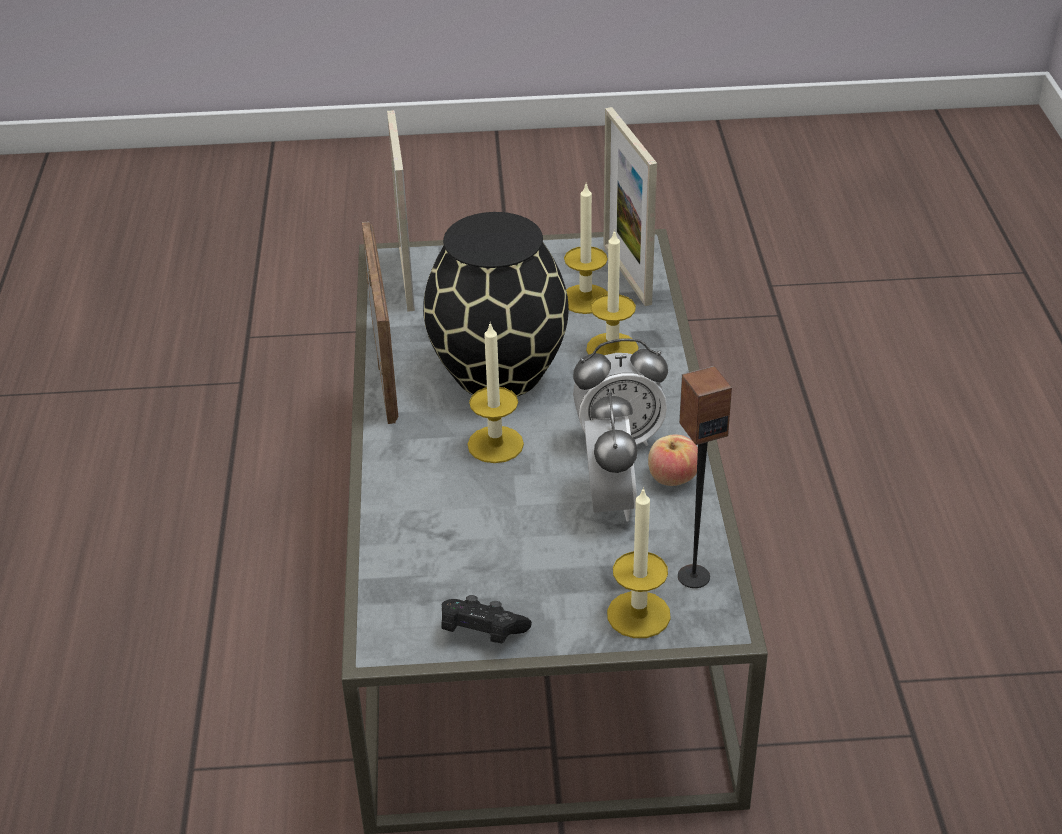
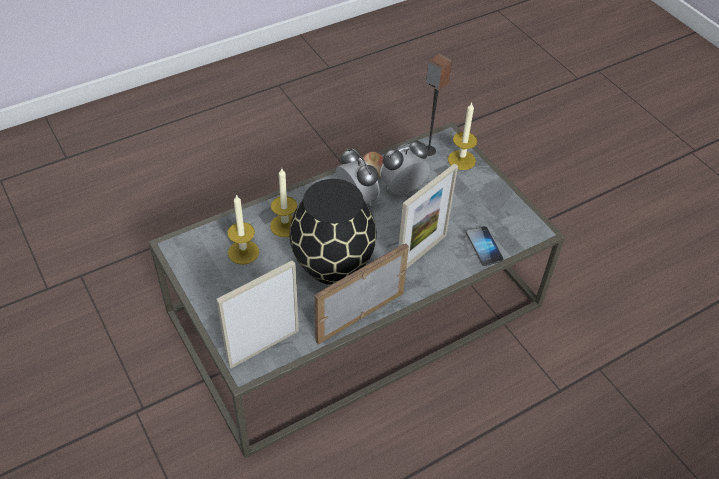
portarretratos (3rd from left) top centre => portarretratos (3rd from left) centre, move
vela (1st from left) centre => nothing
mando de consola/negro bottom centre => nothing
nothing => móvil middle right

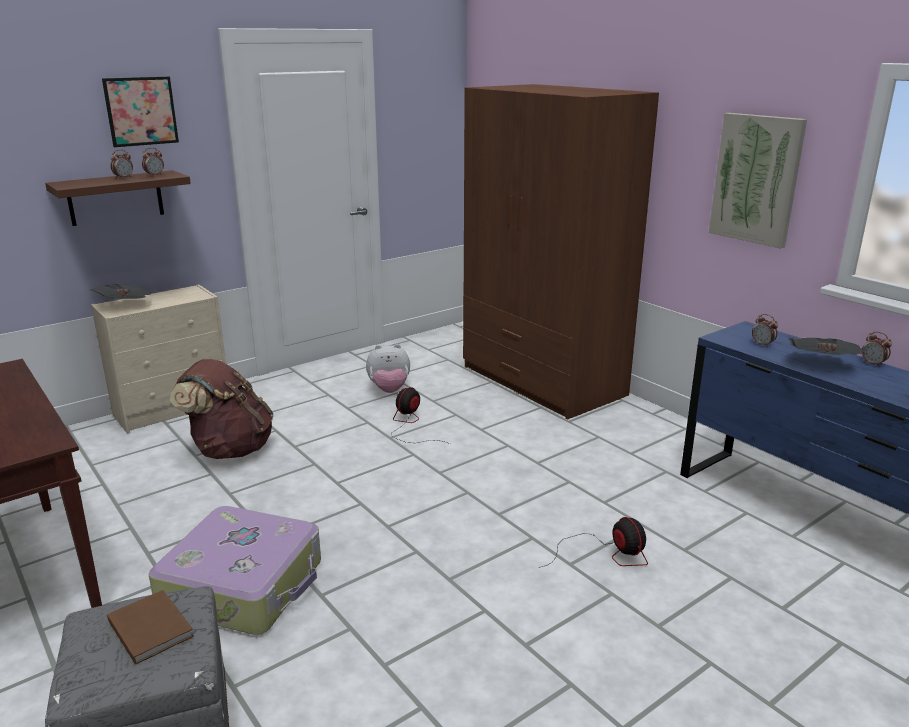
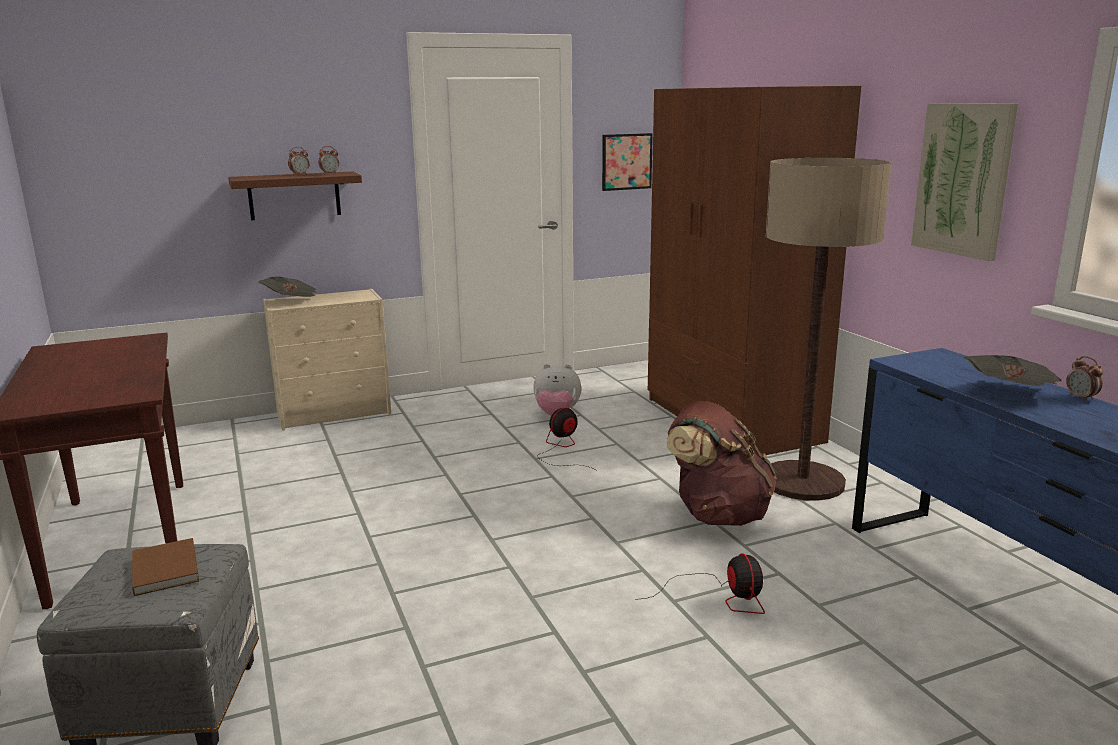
cuadro (1st from left) top left => cuadro (1st from left) top centre, move
despertador (3rd from left) middle right => nothing
mochila/marrón middle left => mochila/marrón centre, move
maleta bottom left => nothing
nothing => lámpara de pie middle right

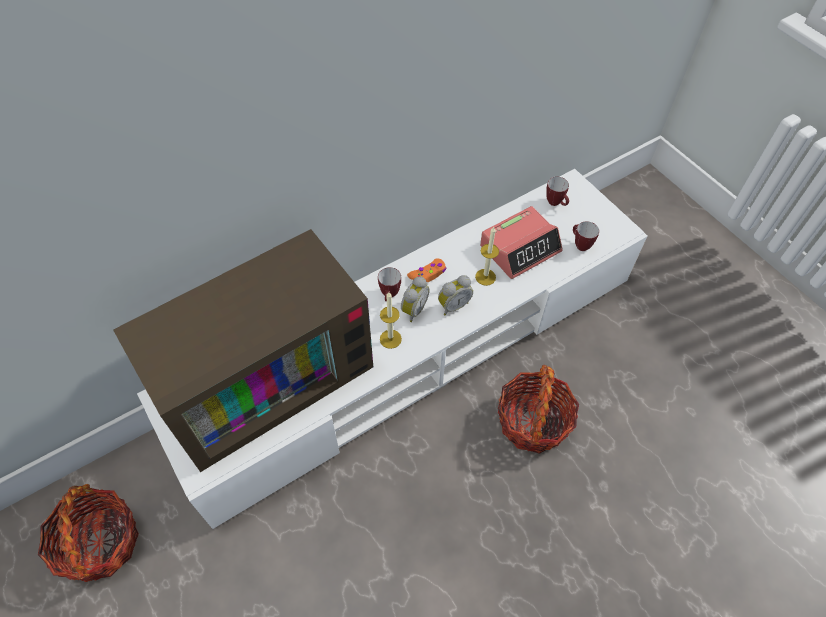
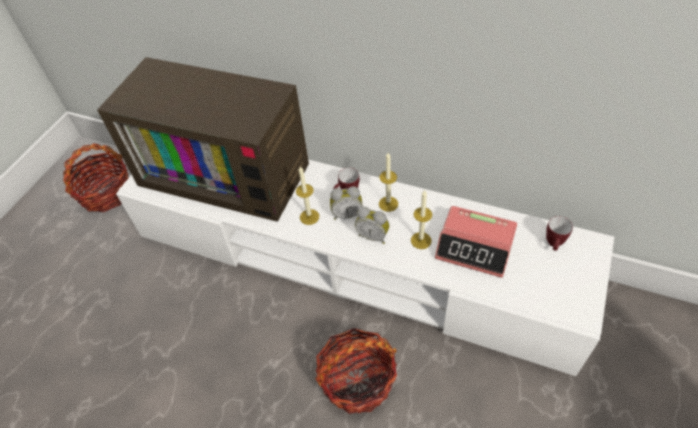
taza grande (3rd from left) middle right => nothing
mando de consola/naranja centre => vela (2nd from left) centre

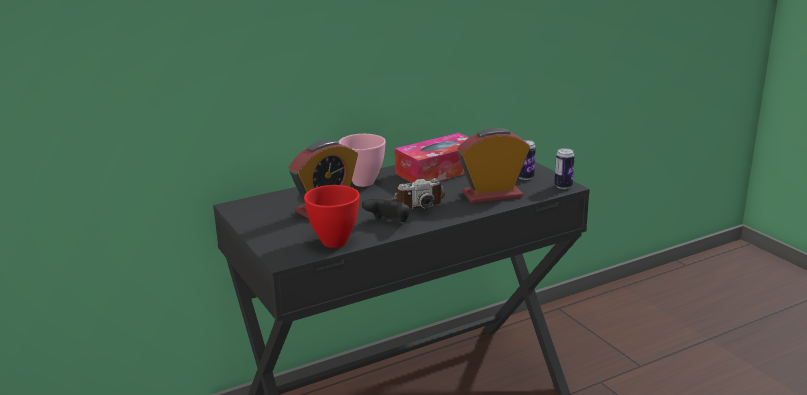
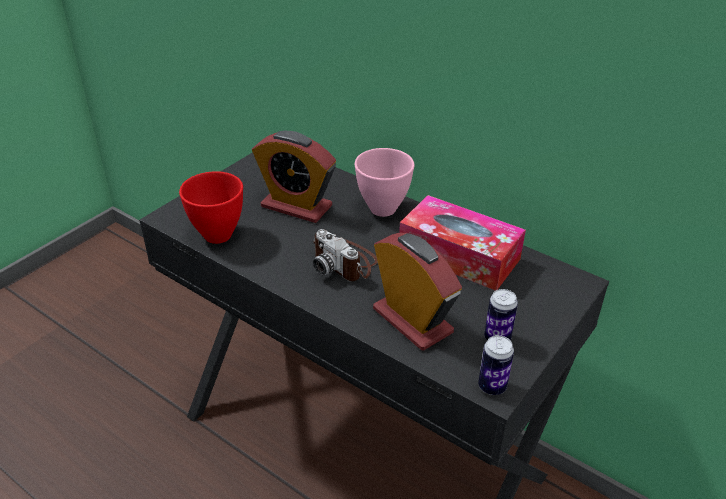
mando de consola/negro centre => nothing

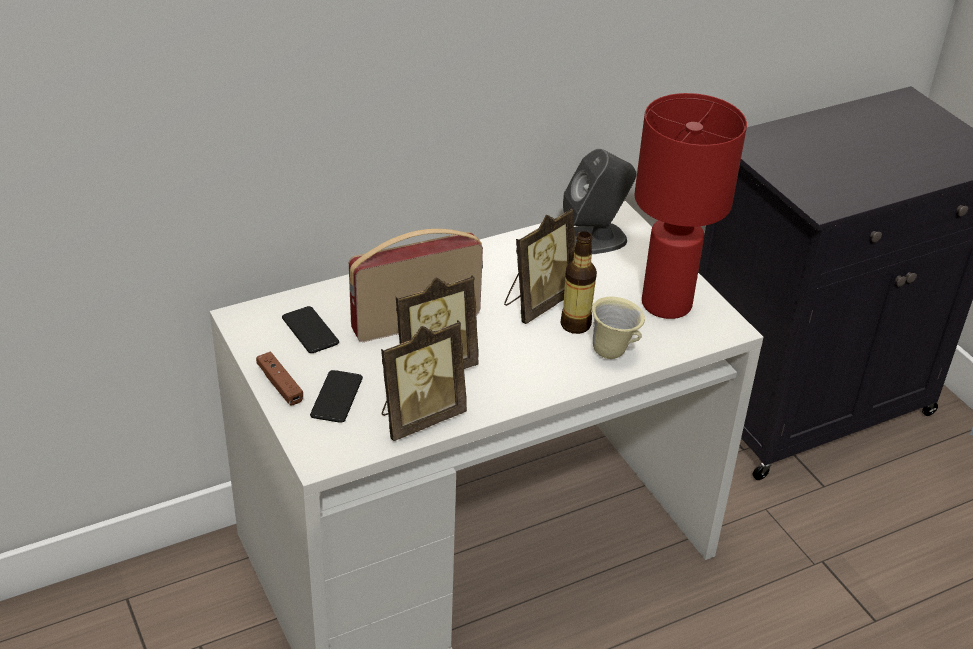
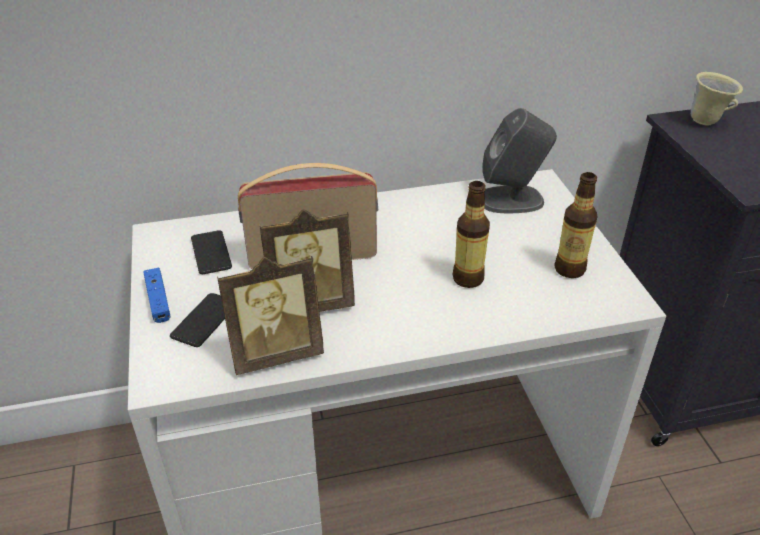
lámpara de mesa/rojo top right => botella (2nd from left) middle right
portarretratos (3rd from left) centre => nothing
taza grande/beis centre => taza grande/beis top right, move
mando de consola/marrón middle left => mando de consola/azul middle left

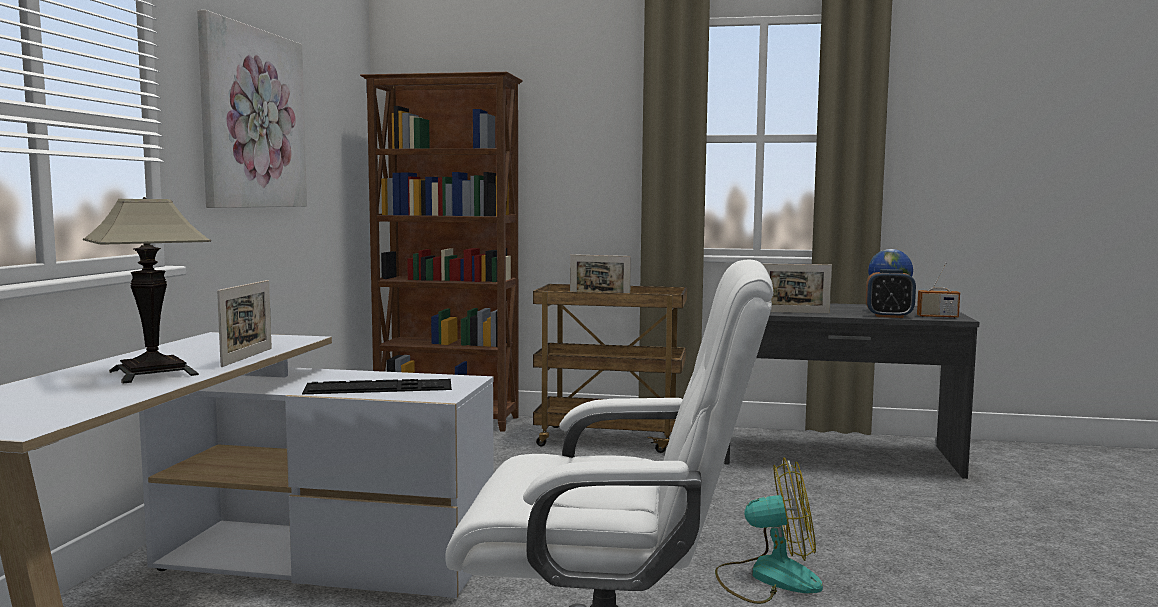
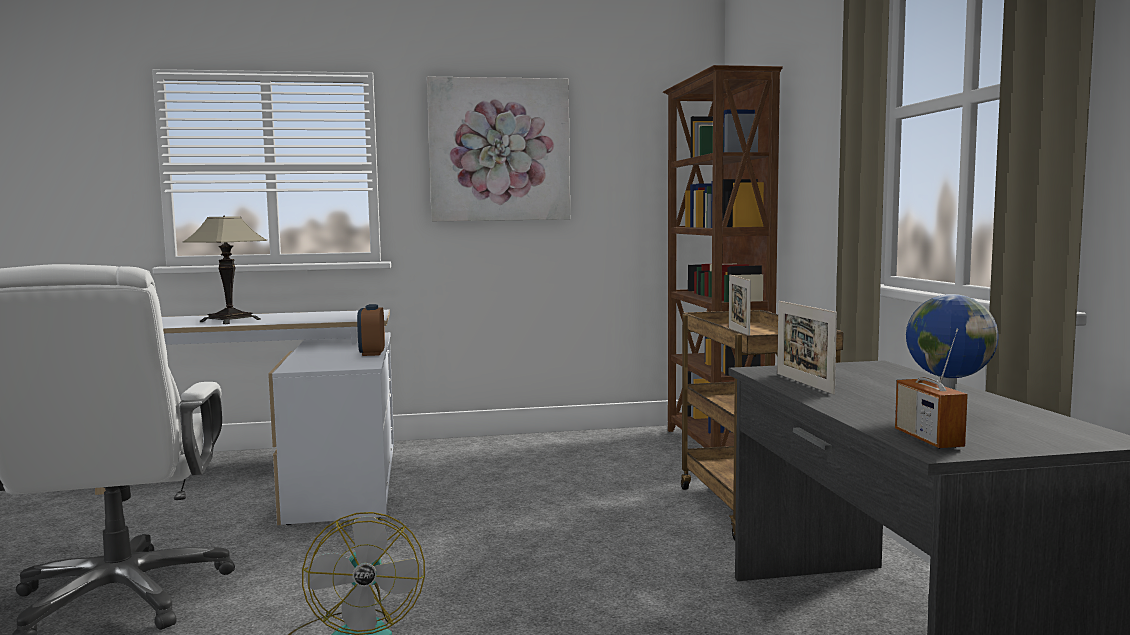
despertador middle right => despertador middle left, move
portarretratos (1st from left) middle left => nothing
teclado middle left => nothing

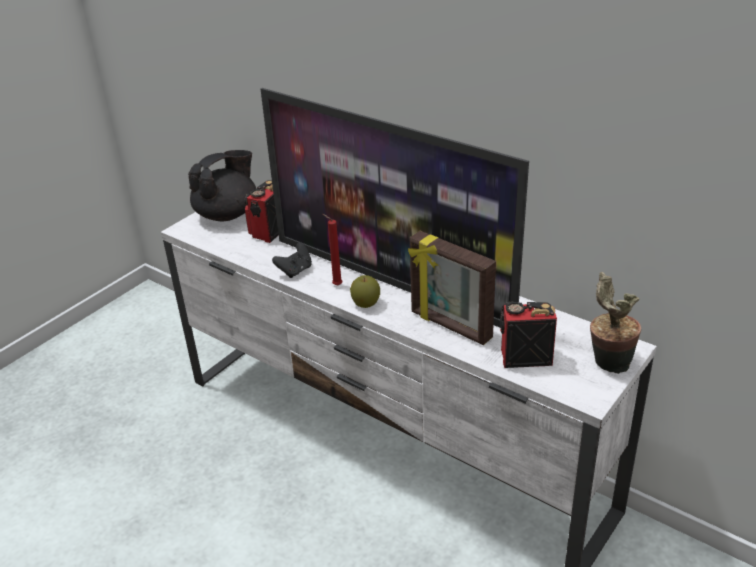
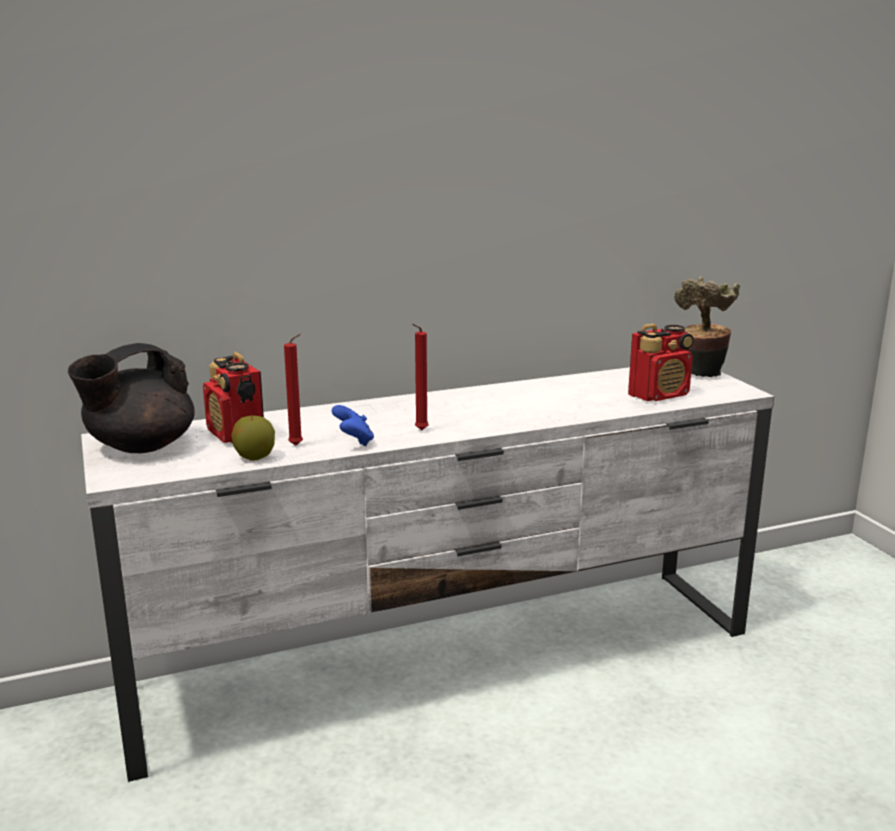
televisor centre => nothing
tetera/negro top left => tetera/negro middle left, 120 degrees counterclockwise
portarretratos centre => nothing
mando de consola/negro centre => mando de consola/azul centre
manzana centre => manzana middle left, move
radio (2nd from left) middle right, 150 degrees counterclockwise
nothing => vela/rojo (1st from left) middle left

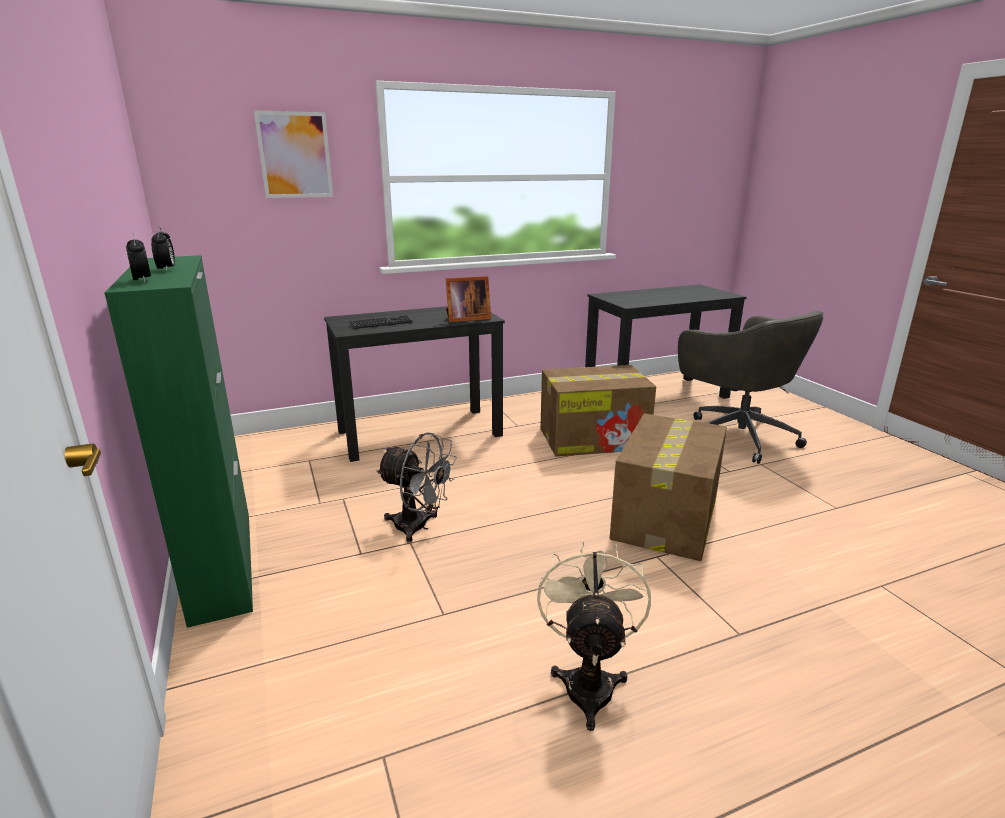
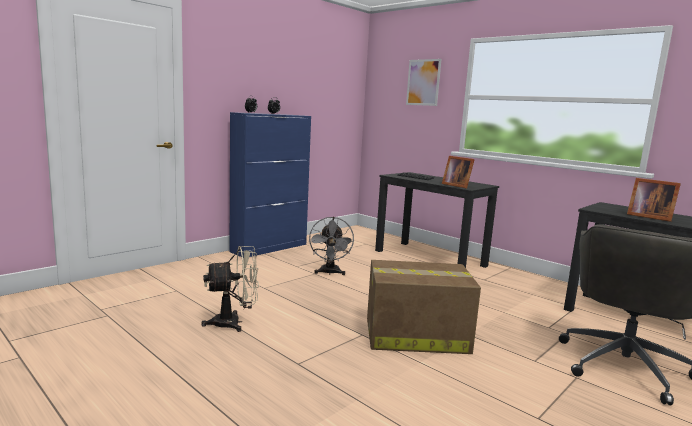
armario/verde middle left => armario/azul centre
caja de cartón (1st from left) centre => nothing
nothing => portarretratos (2nd from left) middle right

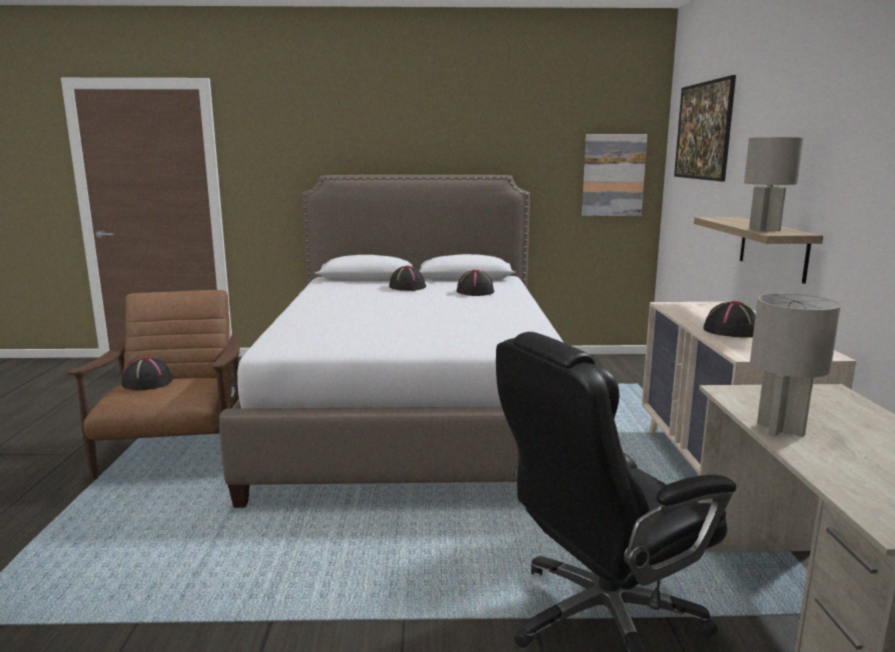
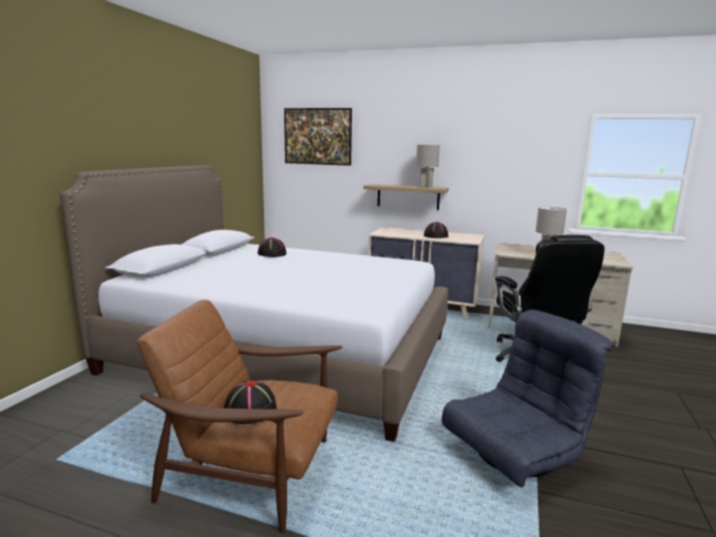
cuadro (1st from left) top right => nothing
sombrero/negro (2nd from left) centre => nothing
nothing => sillón/gris bottom right

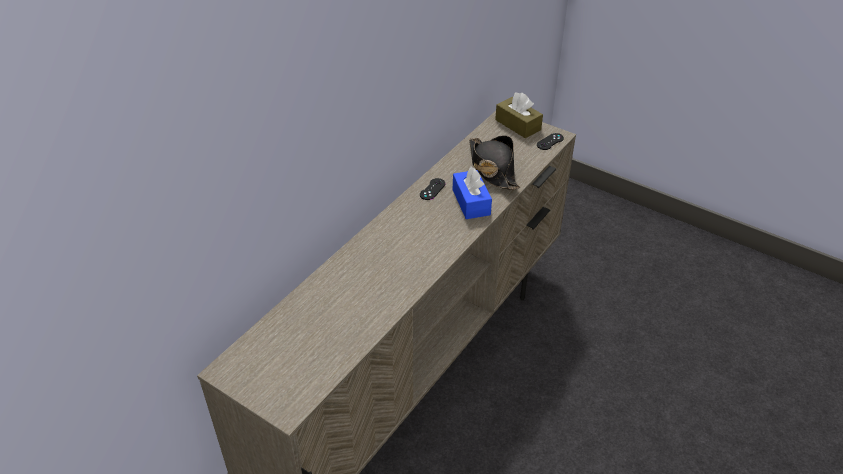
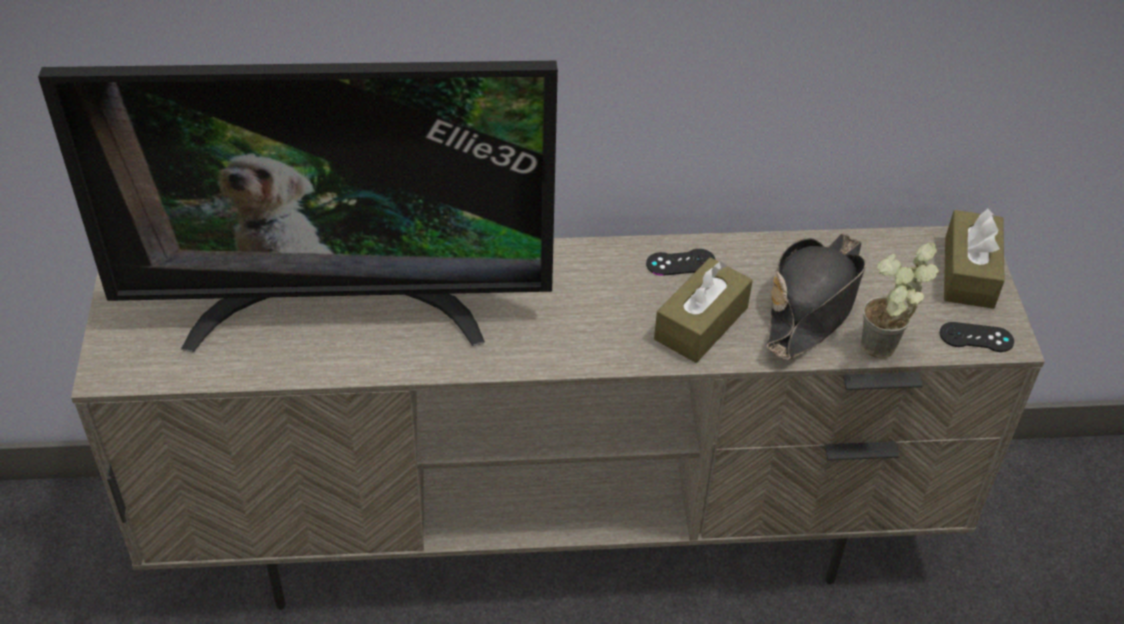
caja de pañuelos/azul centre => caja de pañuelos/marrón (1st from left) centre
nothing => televisor top left
nothing => planta en maceta middle right

